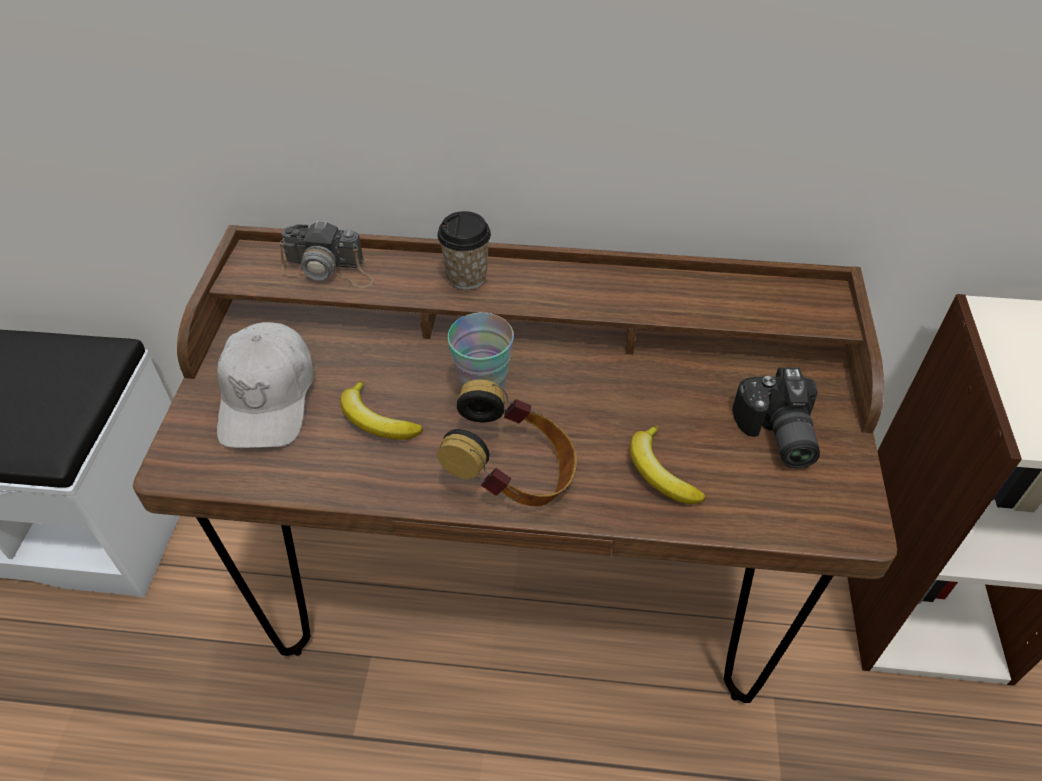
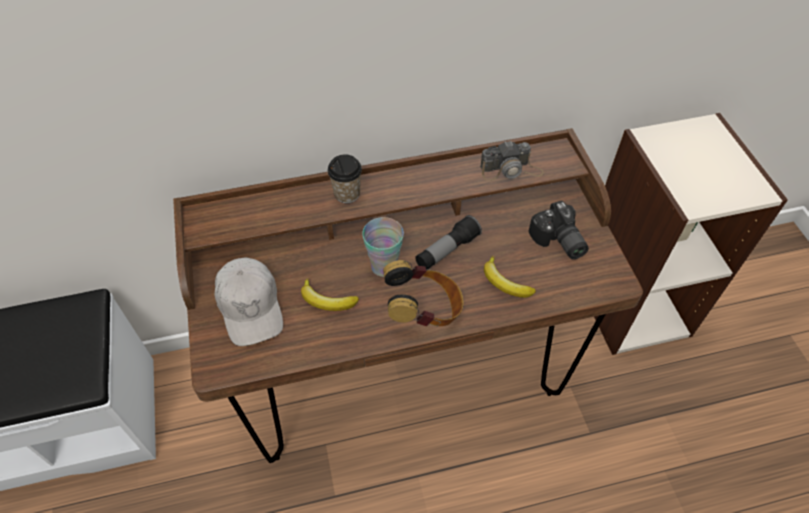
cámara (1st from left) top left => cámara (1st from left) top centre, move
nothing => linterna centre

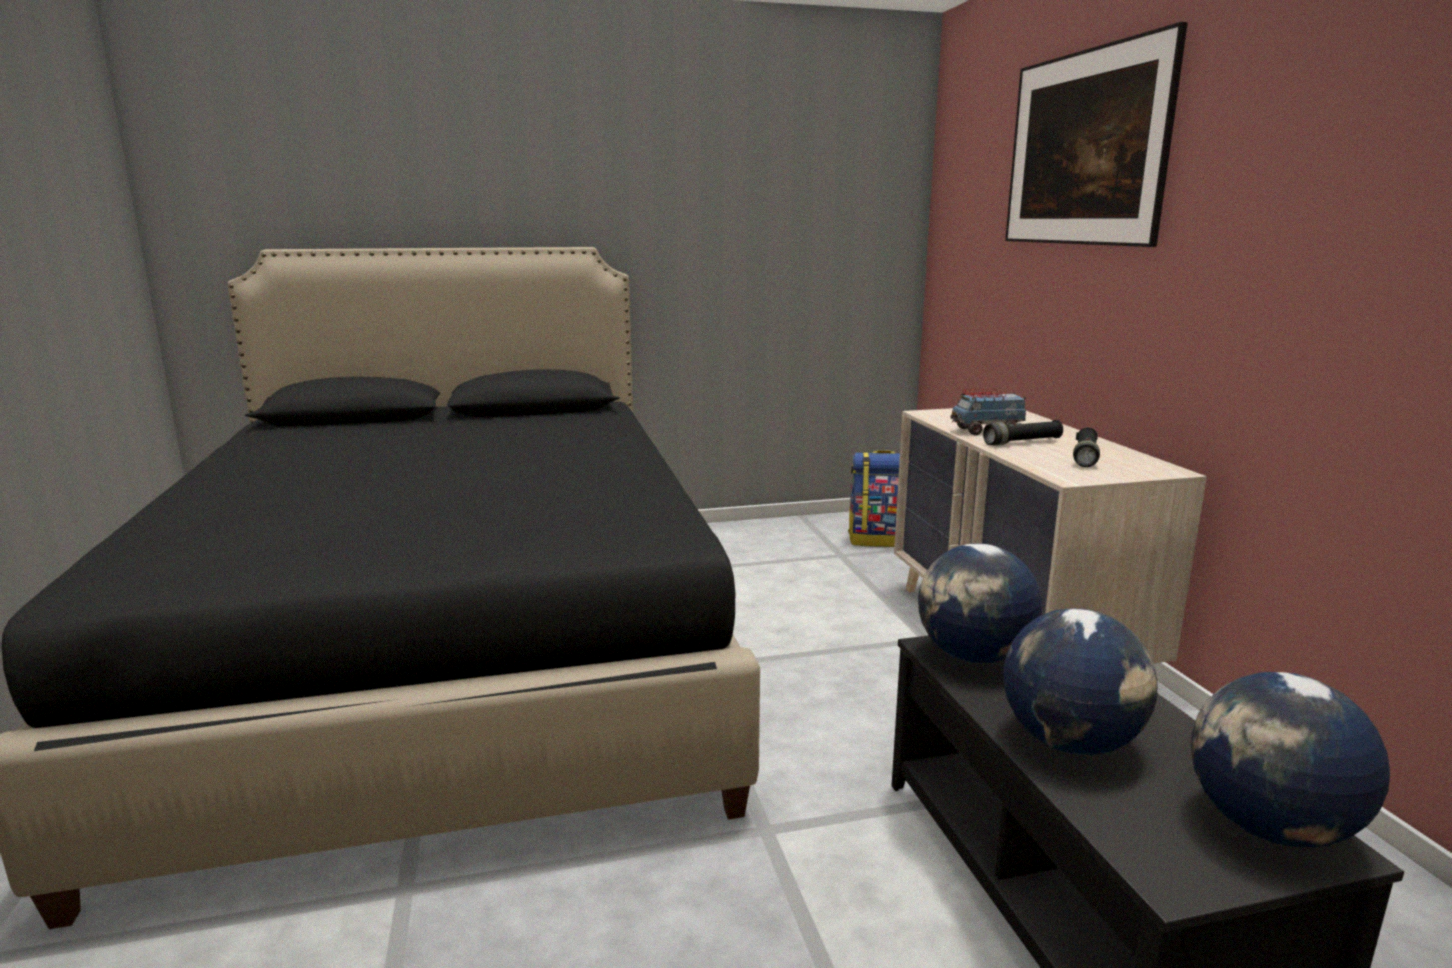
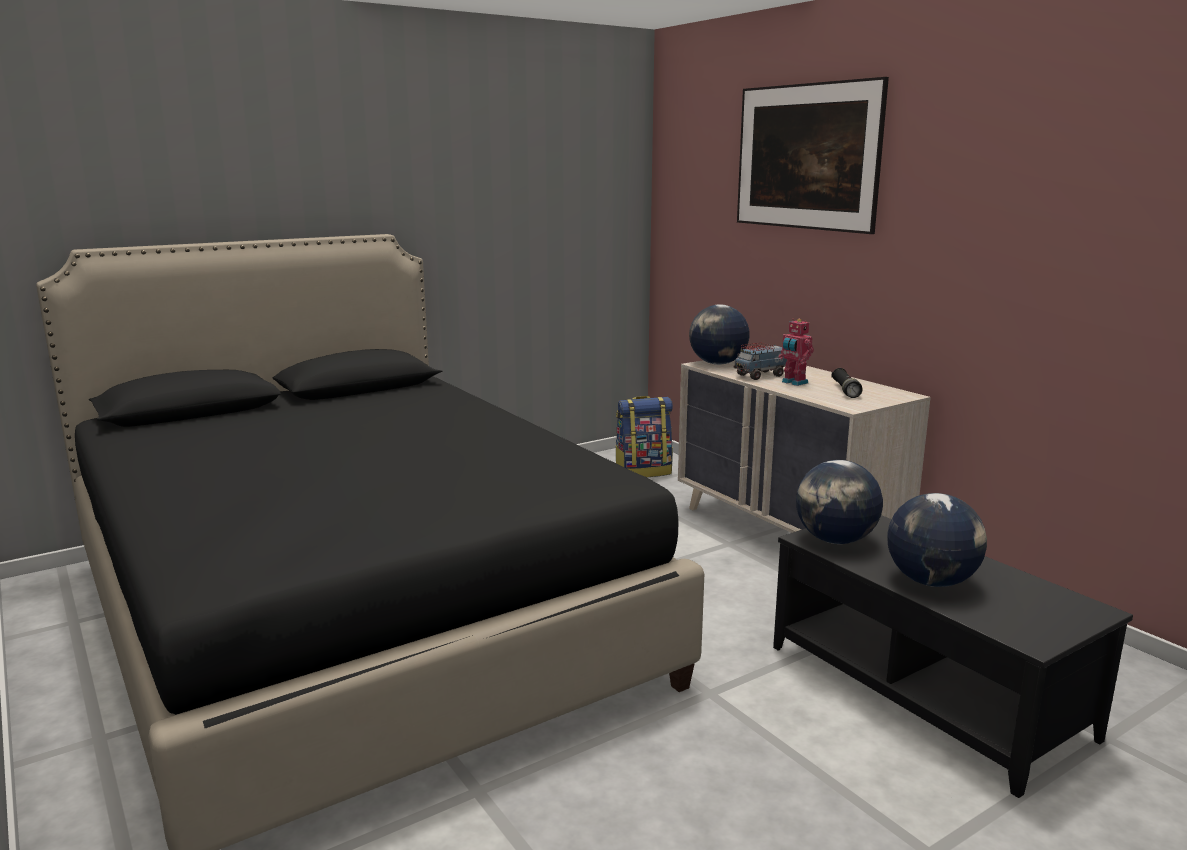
linterna/negro (1st from left) middle right => robot de juguete middle right
globo terráqueo (3rd from left in the first image) bottom right => globo terráqueo (1st from left) centre, move

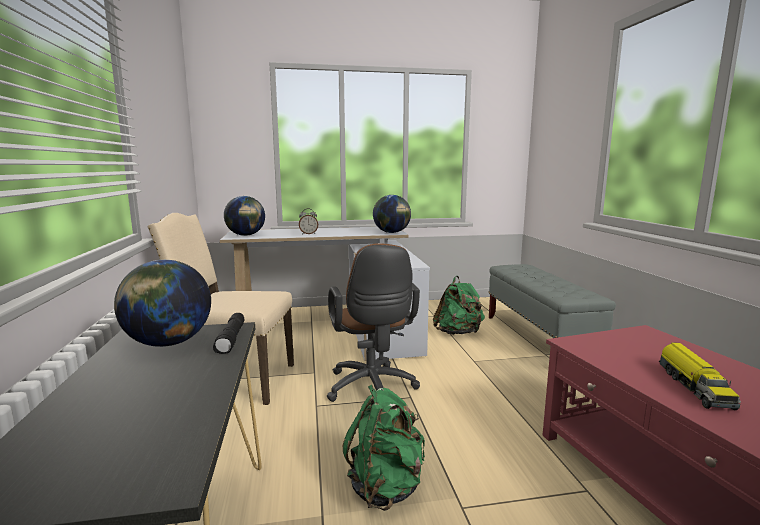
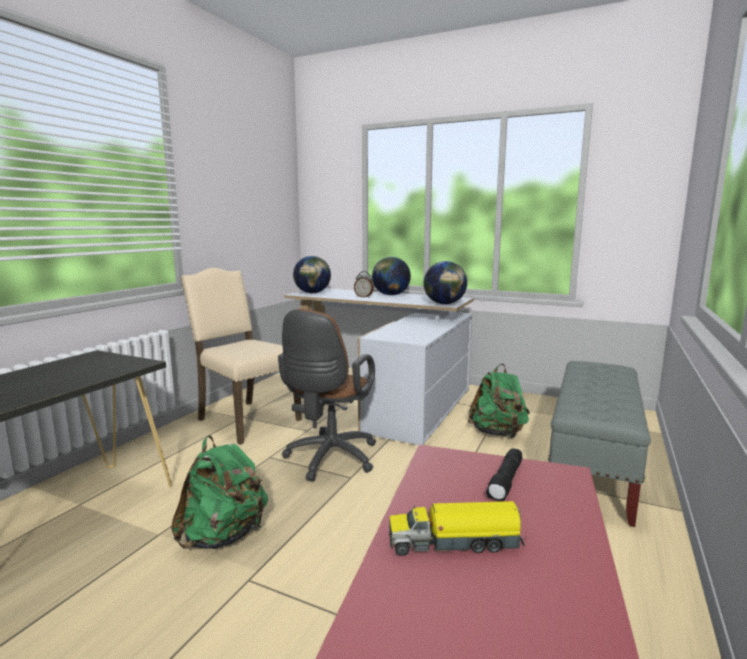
globo terráqueo (1st from left in the first image) middle left => globo terráqueo (2nd from left) centre, move
linterna/negro middle left => linterna/negro bottom right, move
camión de juguete bottom right => camión de juguete bottom centre, 45 degrees clockwise

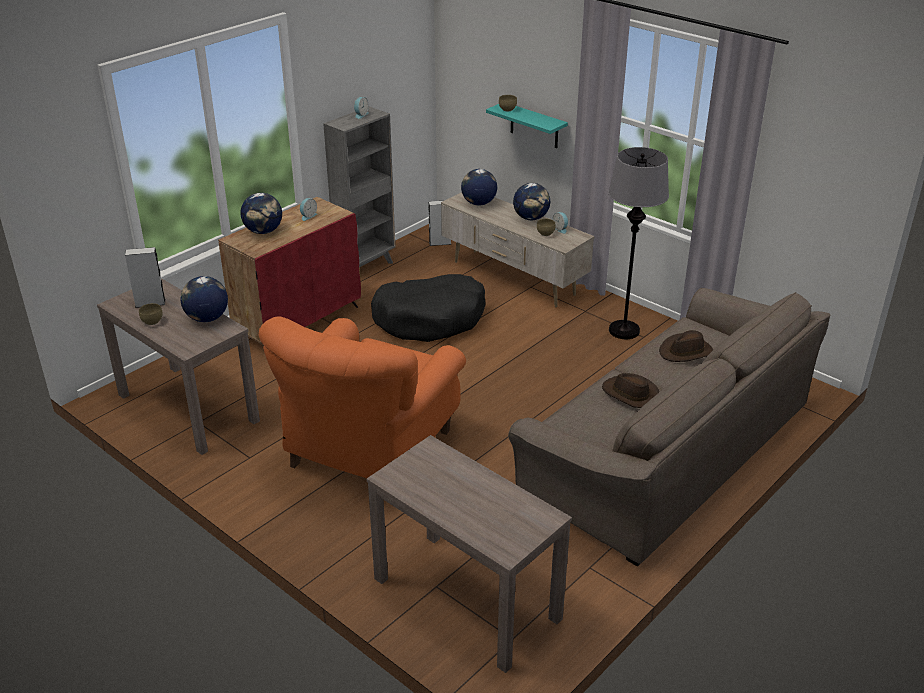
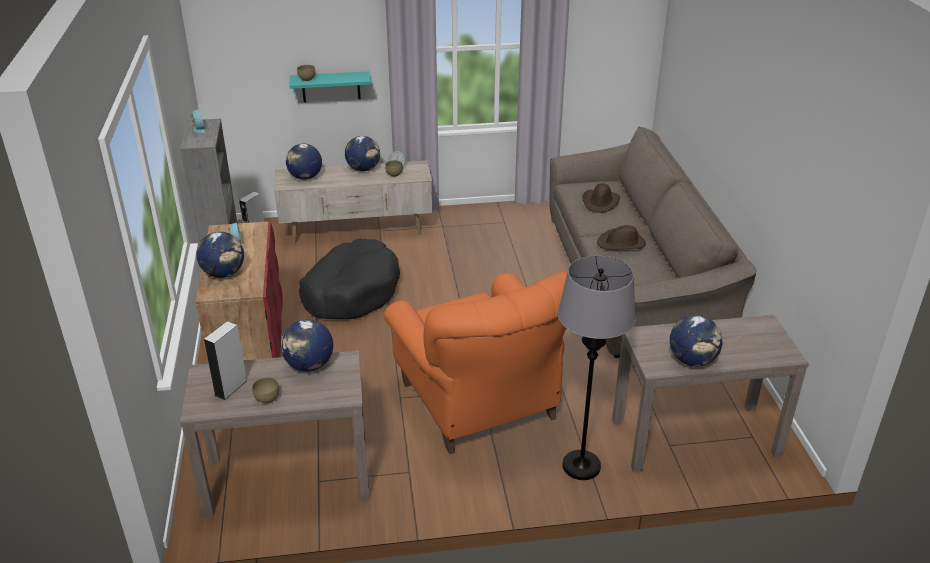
lámpara de pie/gris middle right => lámpara de pie/gris centre, move
nothing => globo terráqueo (5th from left) middle right

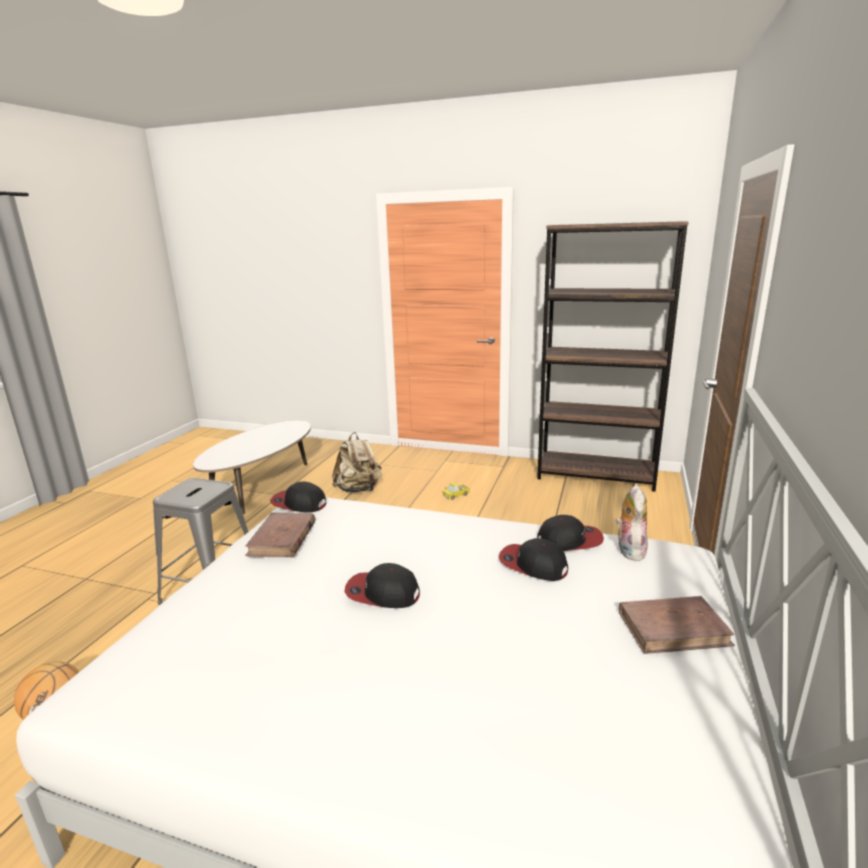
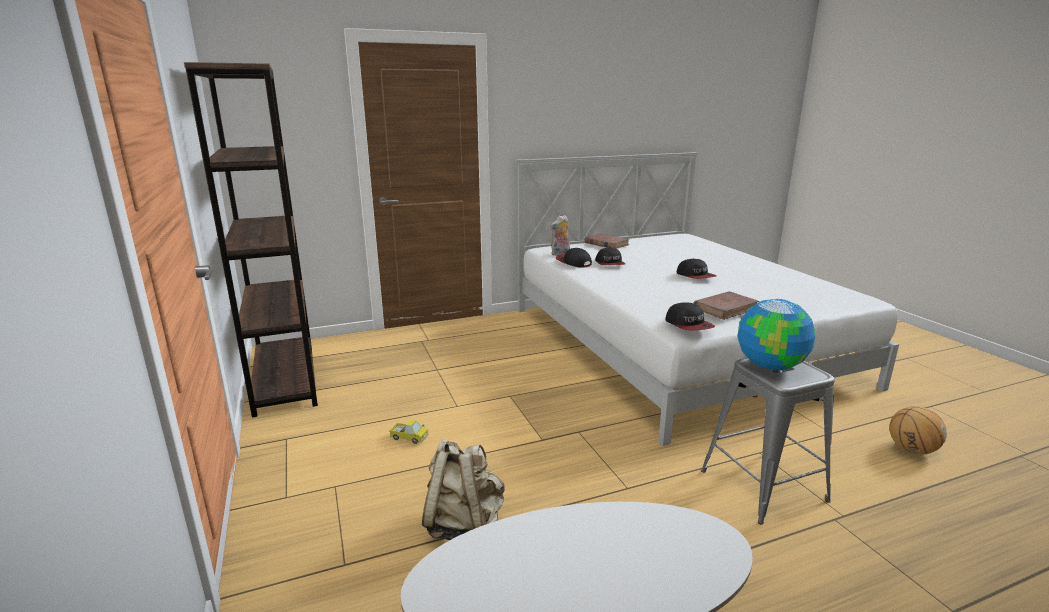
nothing => globo terráqueo middle right

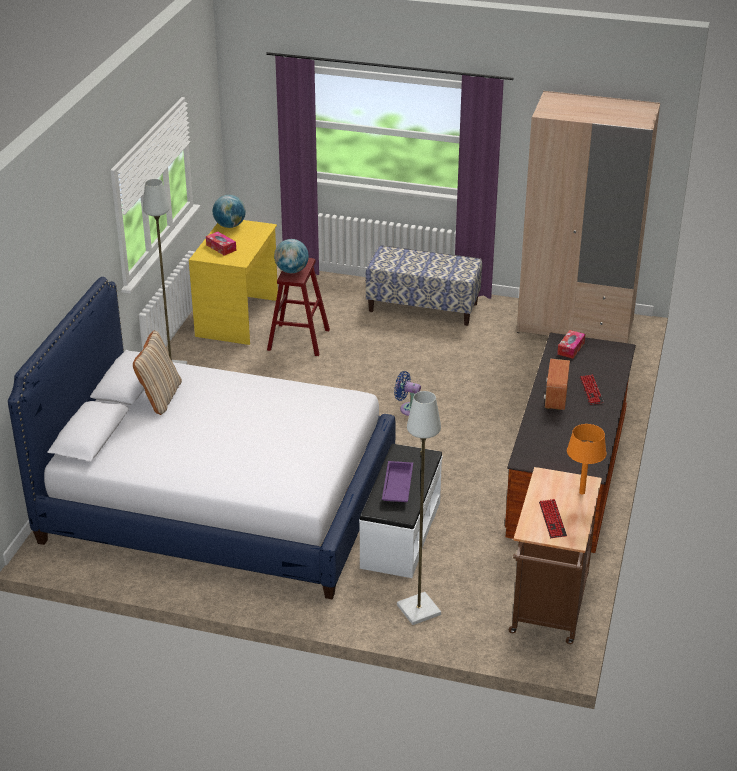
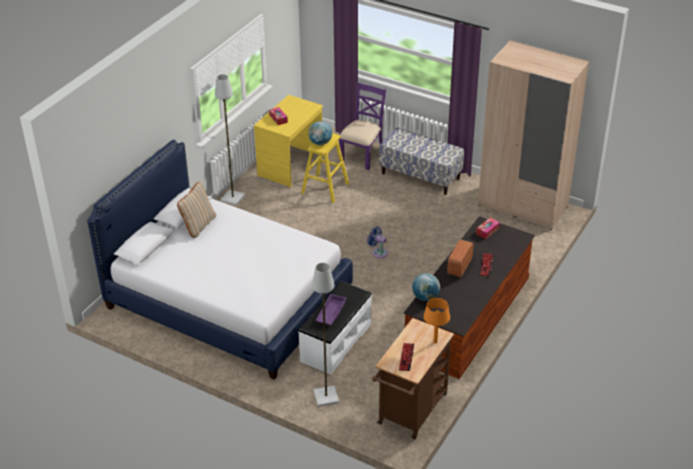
globo terráqueo (1st from left in the first image) top left => globo terráqueo (2nd from left) centre, move
taburete/rojo centre => taburete/amarillo centre
nothing => silla/morado top centre

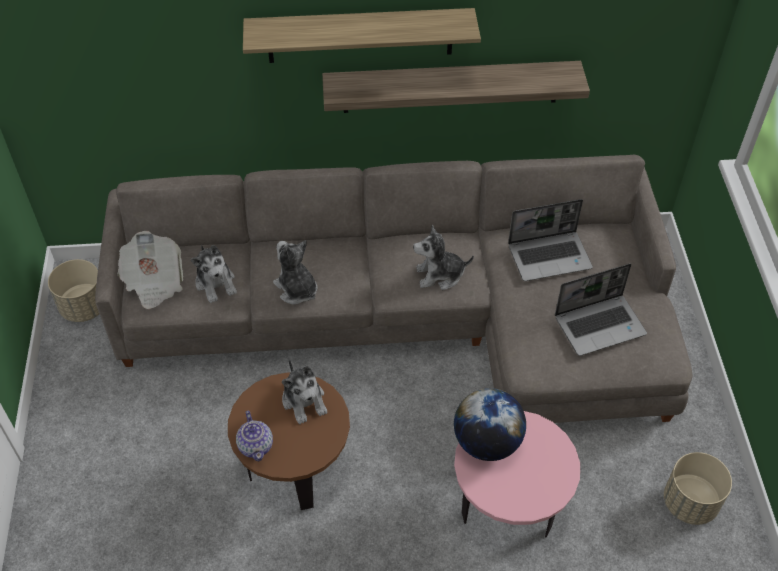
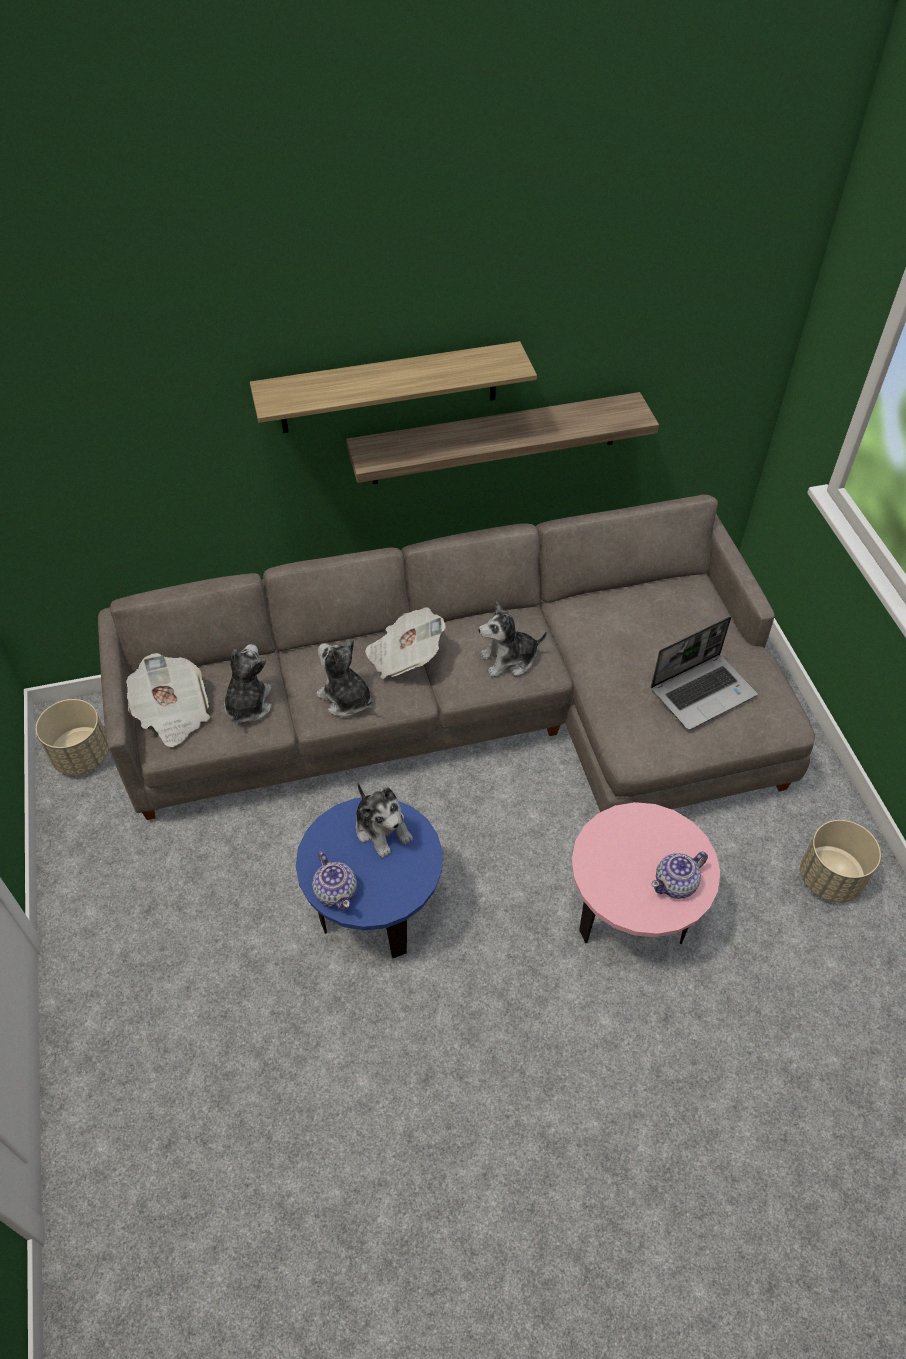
portátil (1st from left) middle right => nothing
peluche (1st from left) middle left, 135 degrees counterclockwise
mesa auxiliar/marrón bottom centre => mesa auxiliar/azul centre
globo terráqueo bottom centre => nothing
nothing => periódico (2nd from left) centre
nothing => tetera (2nd from left) middle right

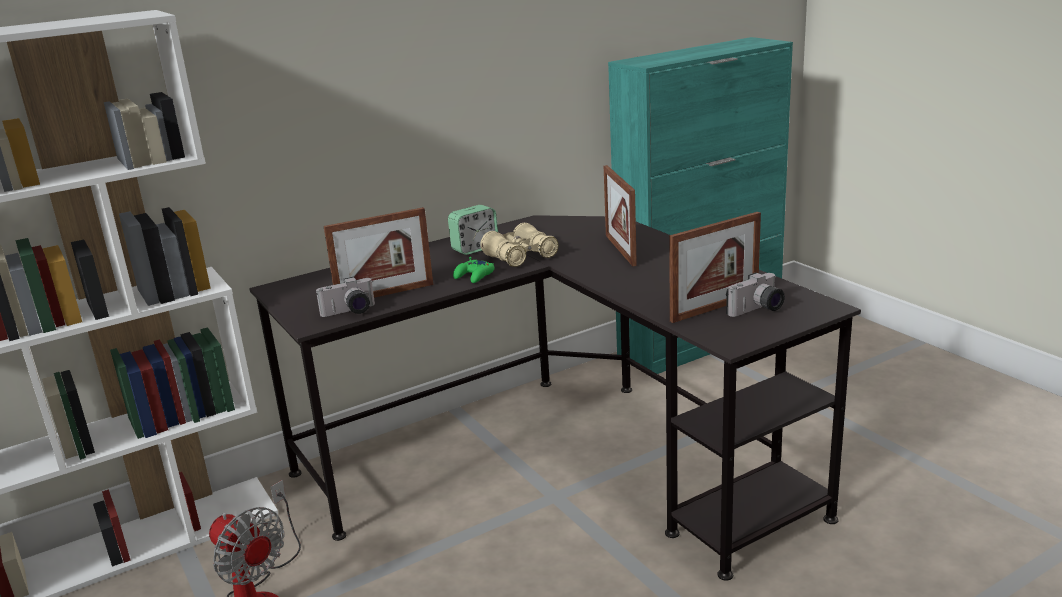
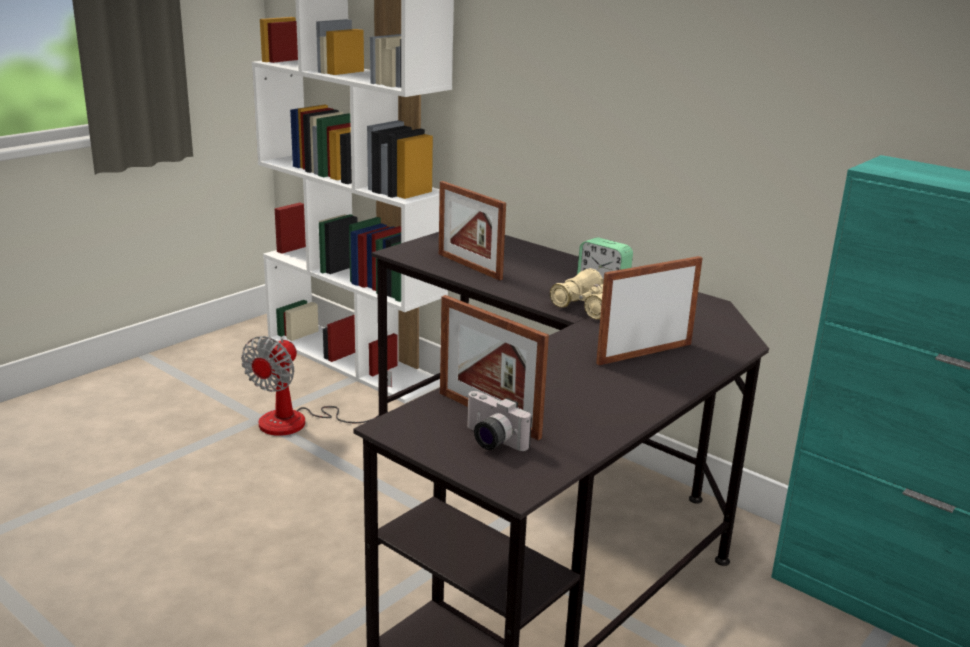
mando de consola/verde centre => nothing
cámara (1st from left) middle left => nothing

